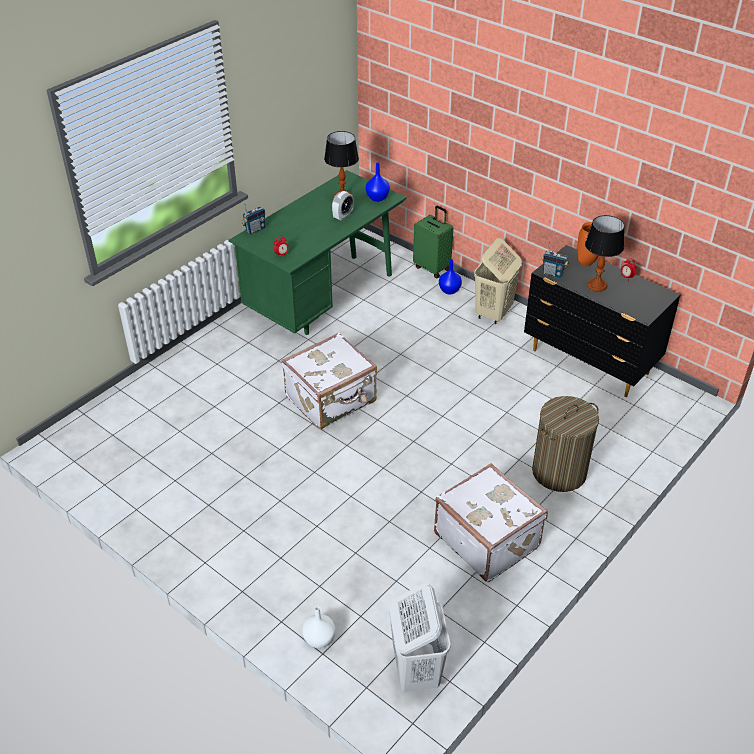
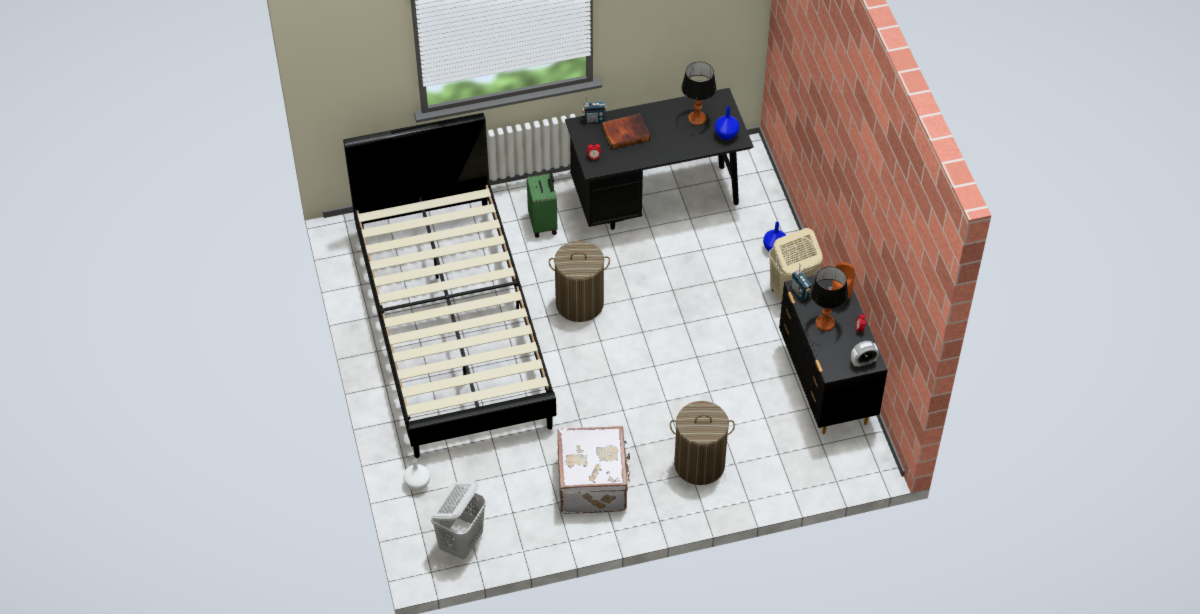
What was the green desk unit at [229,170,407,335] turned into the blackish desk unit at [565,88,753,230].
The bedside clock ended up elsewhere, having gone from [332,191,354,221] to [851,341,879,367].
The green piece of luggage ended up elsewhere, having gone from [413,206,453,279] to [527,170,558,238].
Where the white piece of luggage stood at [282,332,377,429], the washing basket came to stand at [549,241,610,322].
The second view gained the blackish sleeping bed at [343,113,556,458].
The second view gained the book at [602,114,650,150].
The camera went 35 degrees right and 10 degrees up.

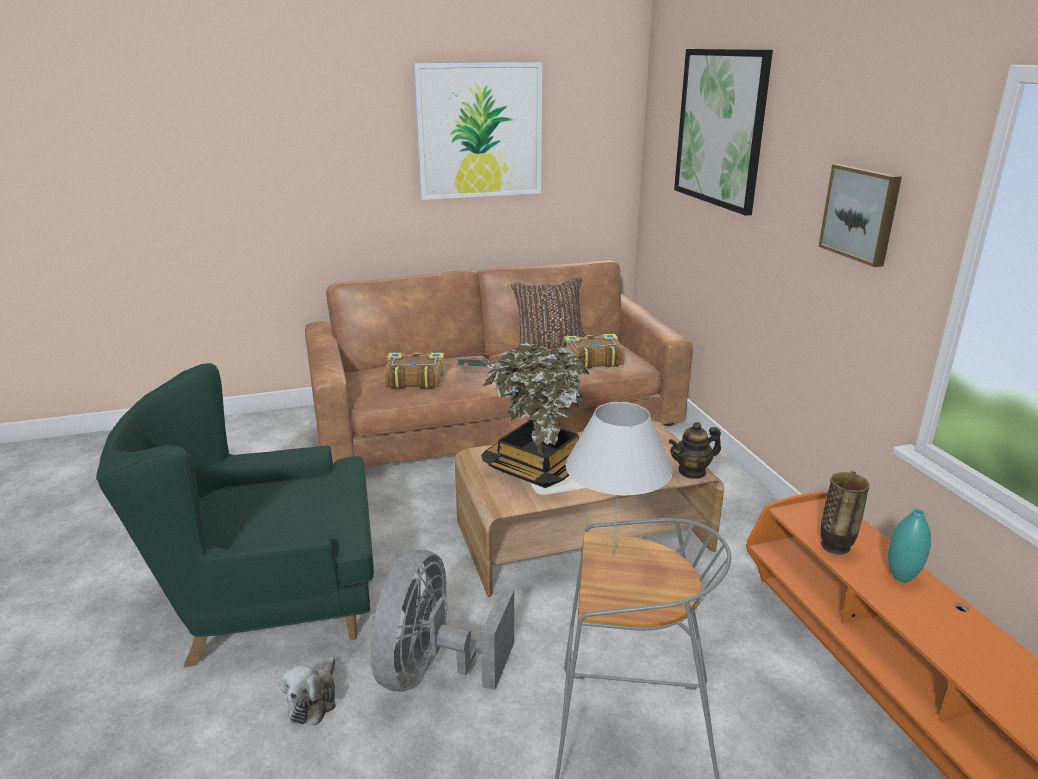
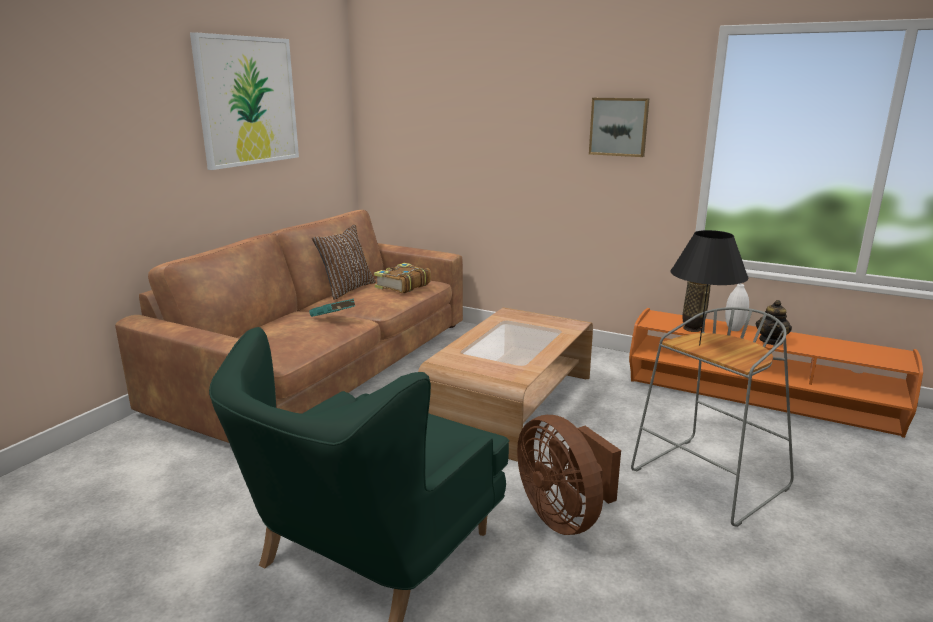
The second view lost the picture at [674,49,773,216].
The second view lost the plant in a pot at [481,342,590,488].
The second view lost the book at [384,352,445,388].
What was the white tabletop lamp at [565,402,673,558] turned into the blackish tabletop lamp at [671,230,748,346].
The teapot ended up elsewhere, having gone from [669,422,721,479] to [756,300,792,345].
What was the turquoise decorative vase at [888,509,931,582] turned into the white decorative vase at [725,284,749,331].
What was the greyish fan at [370,550,514,692] turned into the brown-coloured fan at [517,415,621,535].
The second view lost the cuddly toy at [281,656,336,725].
The camera went 45 degrees left and 5 degrees down.

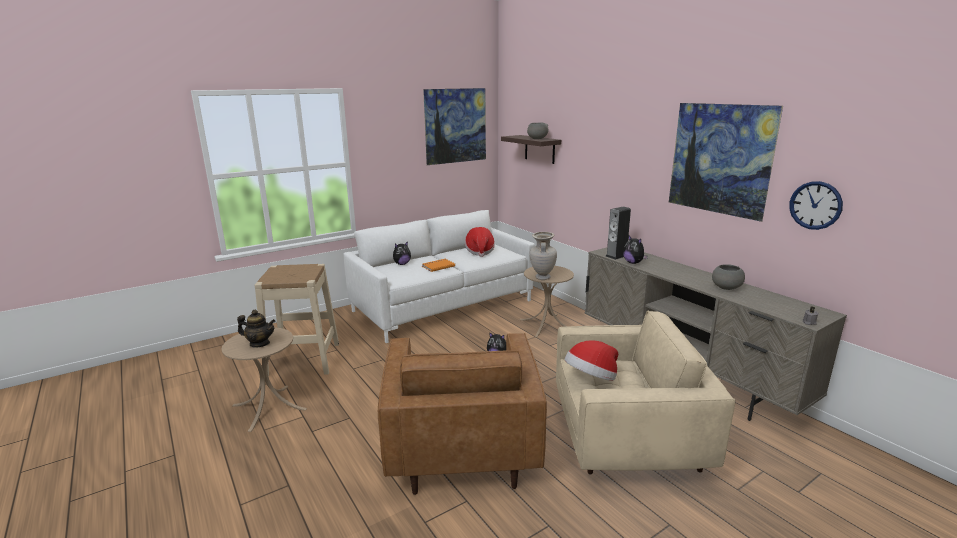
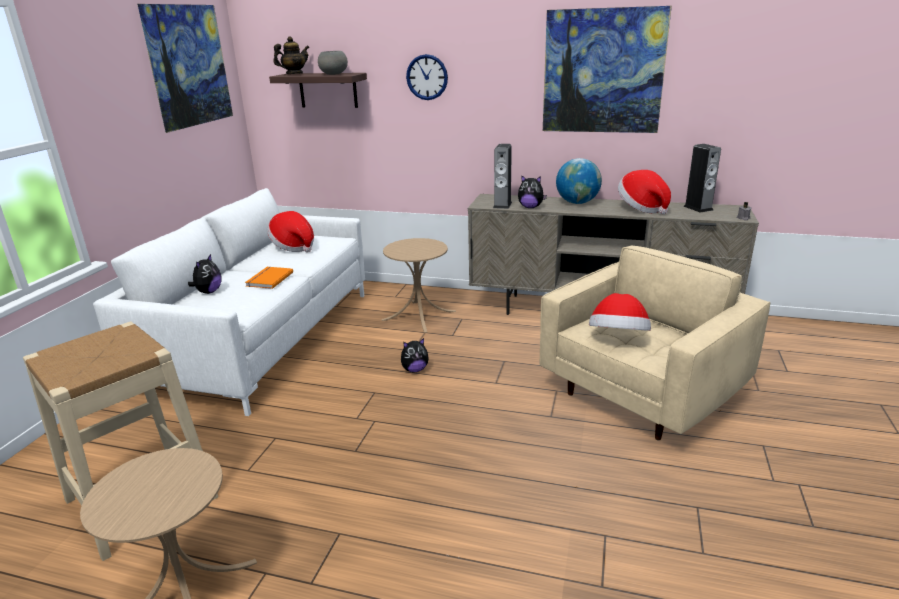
The clock on the wall ended up elsewhere, having gone from [789,181,843,230] to [406,54,448,100].
The second view lost the sand-coloured decorative vase at [529,232,557,280].
Where the greyish bowl stood at [712,264,745,290], the clothing hat came to stand at [618,170,671,214].
The teapot ended up elsewhere, having gone from [237,310,275,348] to [273,36,309,74].
The second view lost the brown-coloured easy chair at [378,333,547,495].
The second view gained the audio speaker at [684,144,721,213].
The second view gained the world globe at [556,158,602,204].
The camera went 40 degrees left and 5 degrees up.

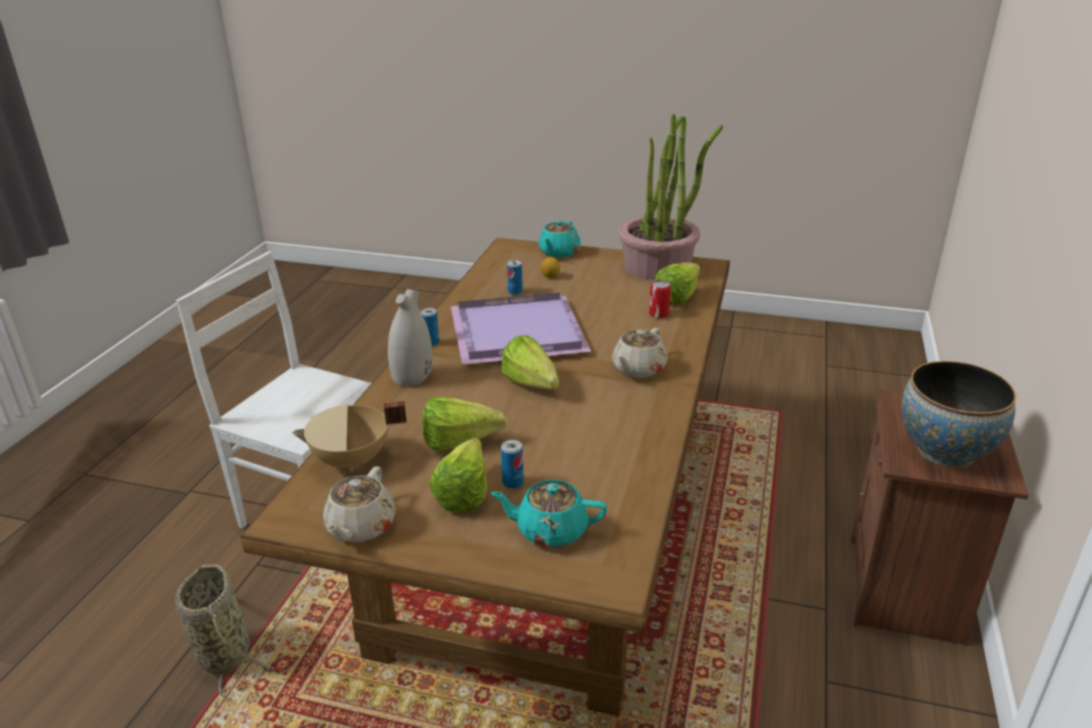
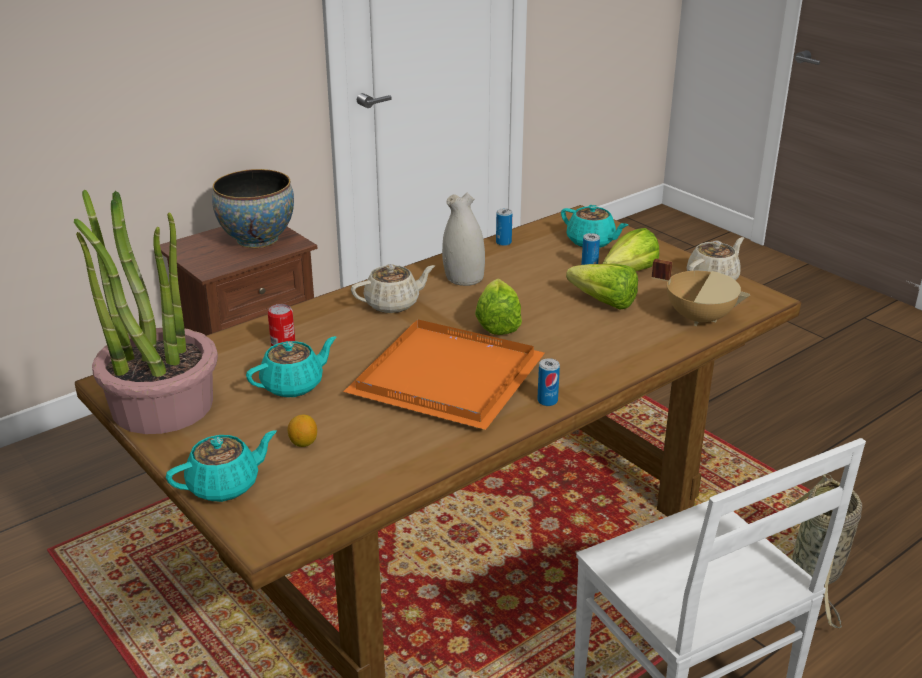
The metal can ended up elsewhere, having gone from [507,260,523,295] to [496,208,512,246].
The second view lost the lettuce at [655,263,701,305].
The white decorative vase ended up elsewhere, having gone from [388,289,432,387] to [442,193,485,286].
What was the purplish carrying tray at [451,293,591,365] turned into the orange carrying tray at [343,320,545,430].
The second view gained the turquoise teapot at [246,336,336,397].
The camera went 145 degrees left and 0 degrees up.

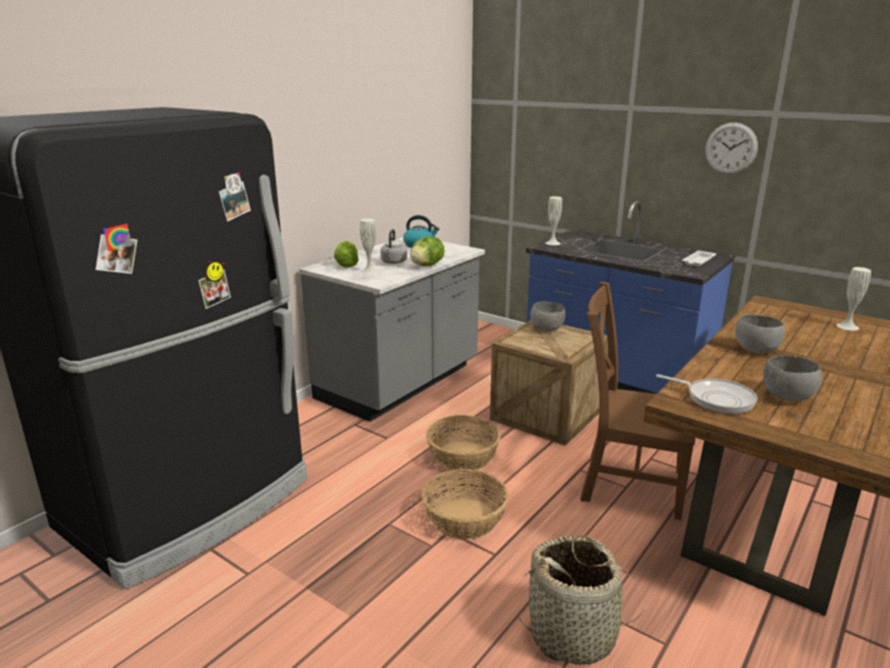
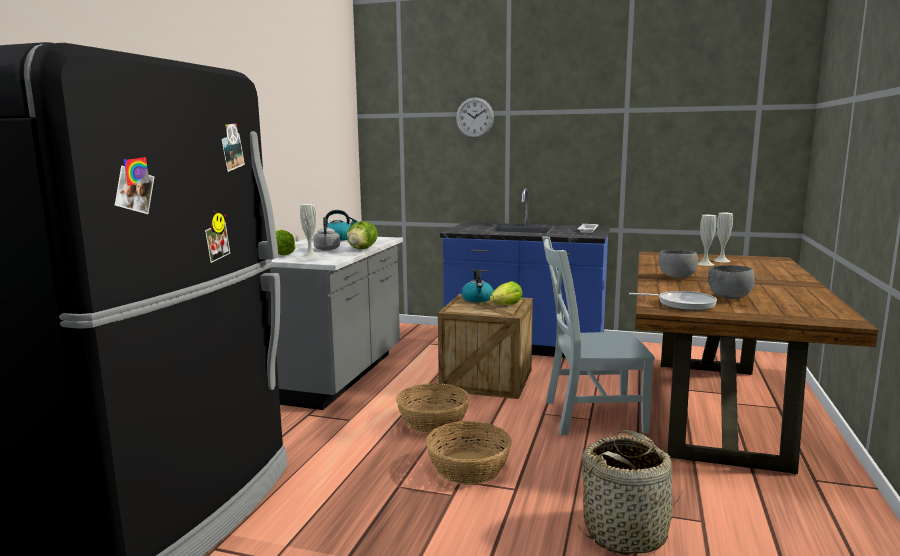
The clock on the wall ended up elsewhere, having gone from [705,122,758,174] to [456,97,494,138].
The white decorative vase ended up elsewhere, having gone from [545,196,562,245] to [698,215,717,266].
What was the brown-coloured plain chair at [580,282,695,520] turned into the greyish plain chair at [542,237,655,436].
Where the greyish bowl stood at [530,302,565,332], the tea kettle came to stand at [461,269,493,302].
The second view gained the lettuce at [490,281,523,305].
The camera went 20 degrees left and 10 degrees down.

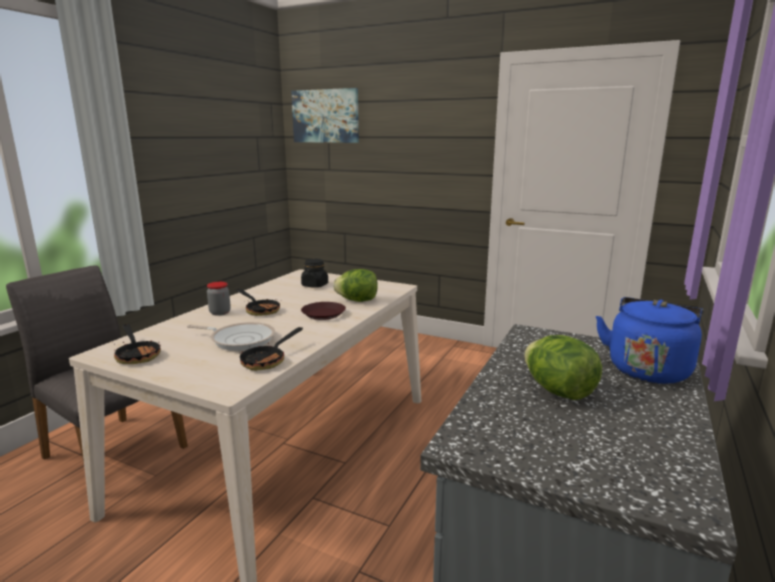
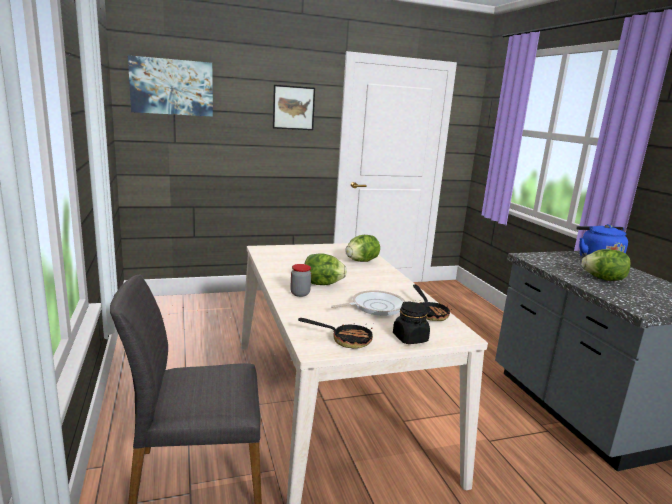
The blackish preserve jar ended up elsewhere, having gone from [301,259,328,288] to [393,301,430,344].
Where the skillet stood at [236,289,280,316], the lettuce came to stand at [305,253,347,285].
The second view lost the brown-coloured plate at [301,302,346,320].
The second view gained the picture at [273,85,315,130].
The camera went 45 degrees left and 0 degrees up.

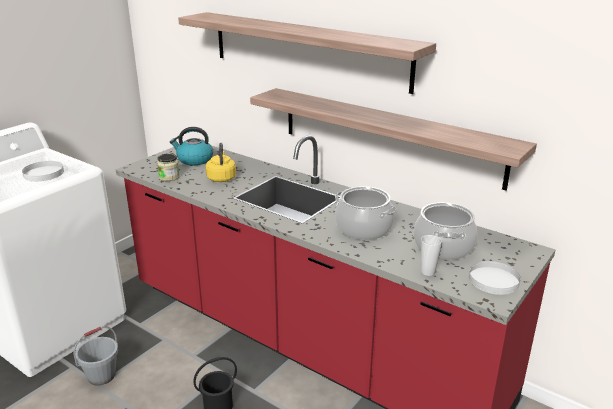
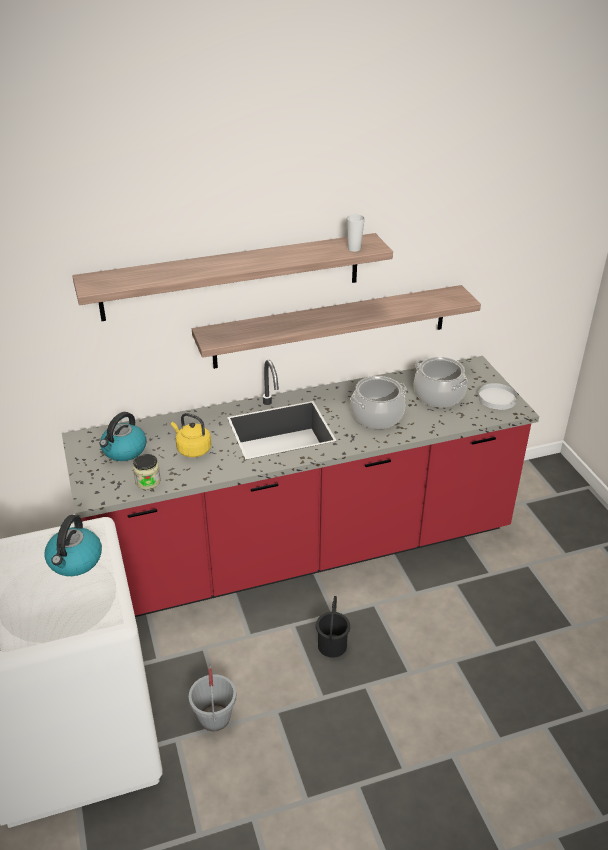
Where the white plate stood at [22,161,64,181], the tea kettle came to stand at [44,515,102,576].
The drinking cup ended up elsewhere, having gone from [421,235,442,276] to [346,214,365,252].
The camera went 55 degrees left and 10 degrees up.

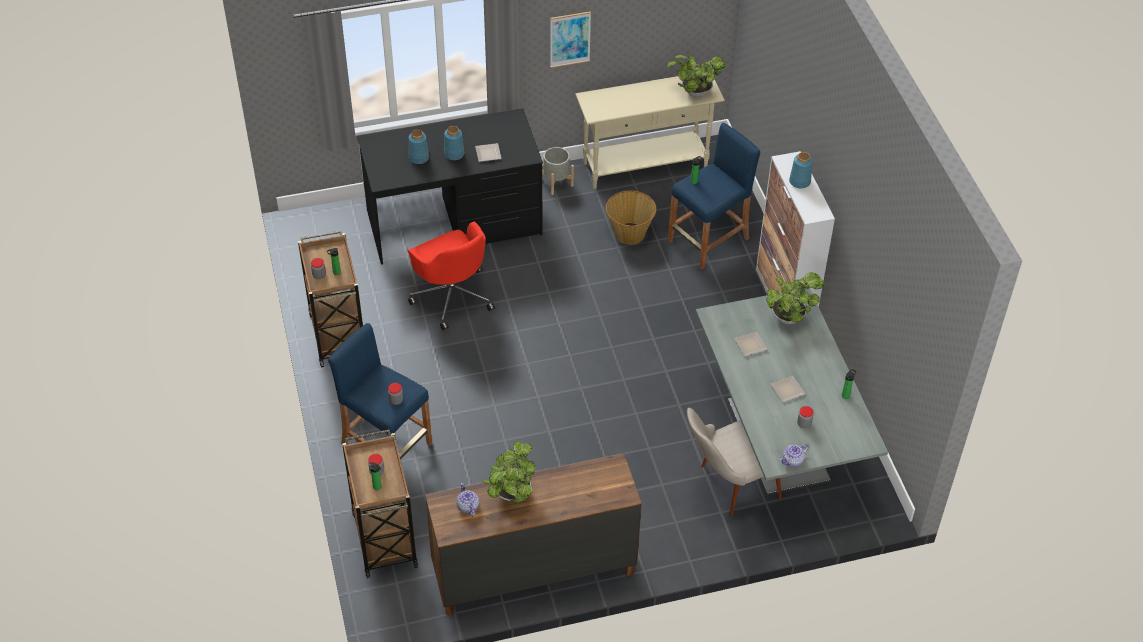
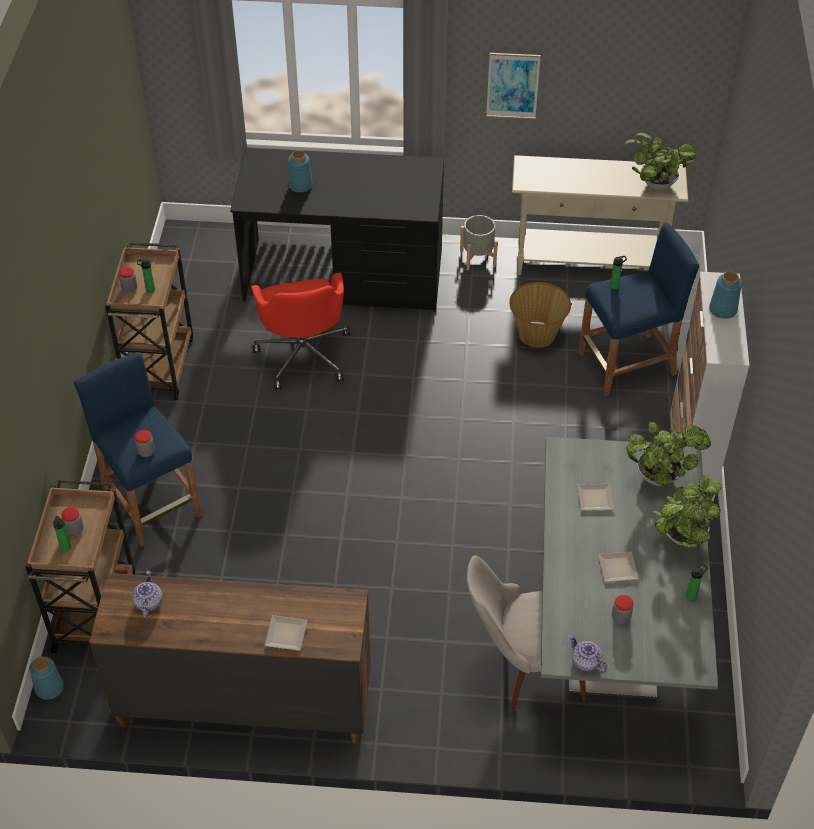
The bluish decorative vase ended up elsewhere, having gone from [444,126,464,160] to [29,656,64,700].
The plate ended up elsewhere, having gone from [475,143,502,162] to [265,615,307,651].
The plant in a pot ended up elsewhere, having gone from [483,441,536,503] to [652,475,722,548].
The teapot at [780,443,809,467] ended up facing another way, 60 degrees clockwise from before.
The camera went 20 degrees right and 0 degrees up.

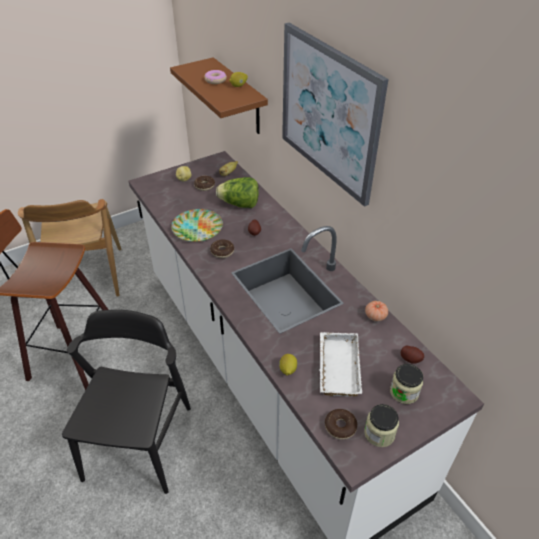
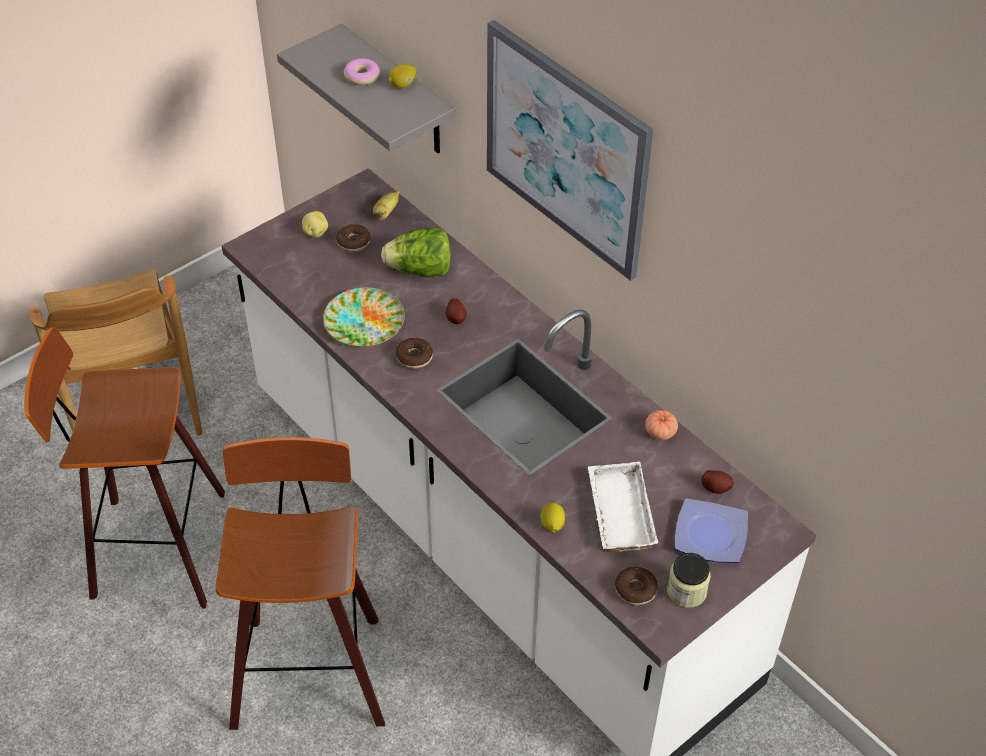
What was the brown-coloured shelf at [170,57,268,134] turned into the greyish shelf at [277,24,456,153].
Where the blackish plain chair stood at [62,310,191,494], the sitting stool came to stand at [216,437,385,730].
Where the preserve jar stood at [390,364,423,404], the plate came to stand at [675,498,748,563].
The camera went 10 degrees left and 5 degrees up.

